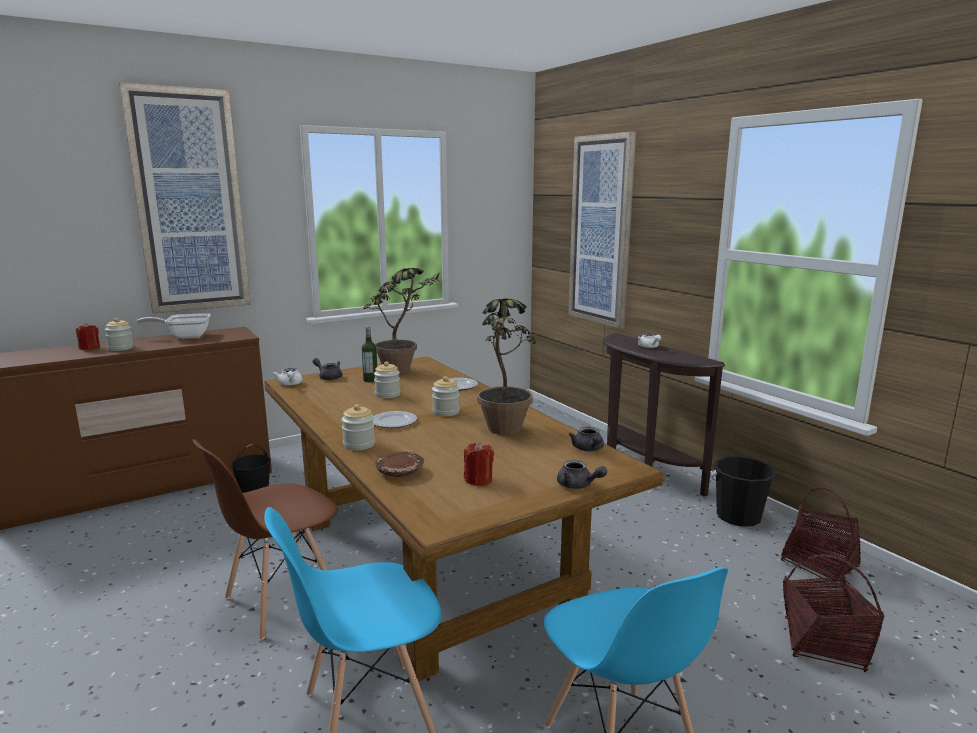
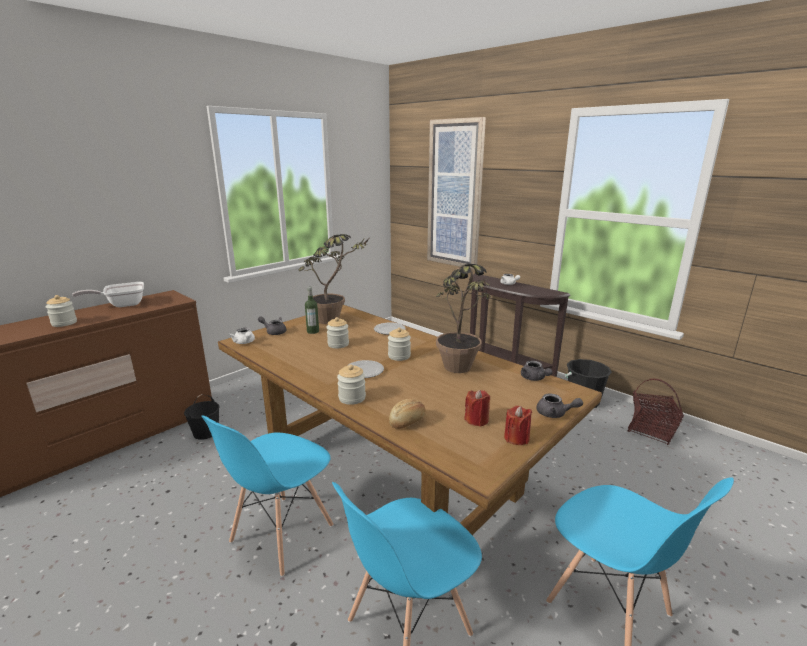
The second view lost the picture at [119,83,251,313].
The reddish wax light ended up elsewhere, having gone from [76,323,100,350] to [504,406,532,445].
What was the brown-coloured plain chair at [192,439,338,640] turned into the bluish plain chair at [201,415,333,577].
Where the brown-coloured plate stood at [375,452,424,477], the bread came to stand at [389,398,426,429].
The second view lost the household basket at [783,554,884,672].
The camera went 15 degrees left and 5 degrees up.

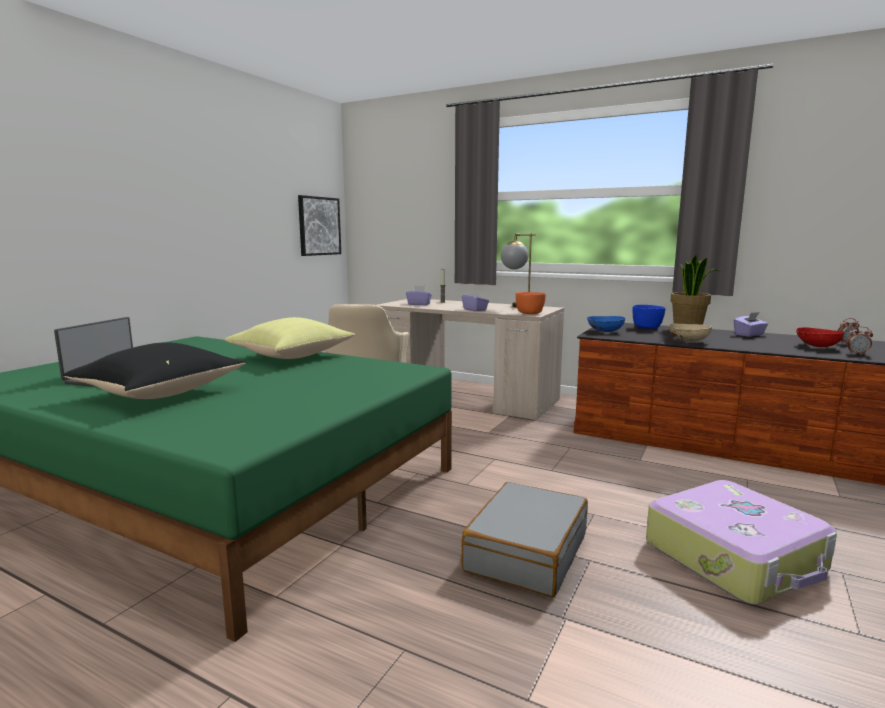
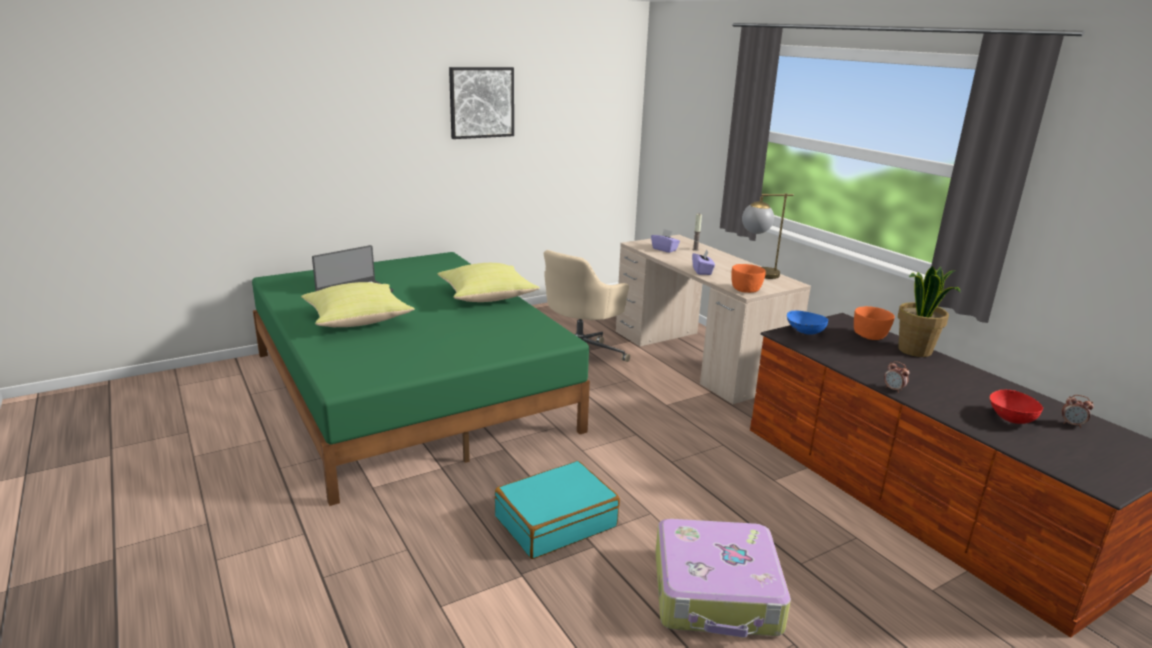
The picture ended up elsewhere, having gone from [298,195,341,256] to [449,67,514,139].
What was the bluish bowl at [633,305,665,329] turned into the orange bowl at [854,306,895,340].
The second view lost the purplish tissue holder at [734,312,768,337].
The second view lost the sand-coloured bowl at [669,324,712,342].
The bedside clock ended up elsewhere, having gone from [846,326,873,355] to [884,361,909,393].
What was the blackish throw pillow at [63,342,246,399] turned into the yellowish throw pillow at [301,282,415,327].
What was the greyish piece of luggage at [462,482,588,597] turned into the turquoise piece of luggage at [495,461,620,559].
The camera went 30 degrees right and 10 degrees up.

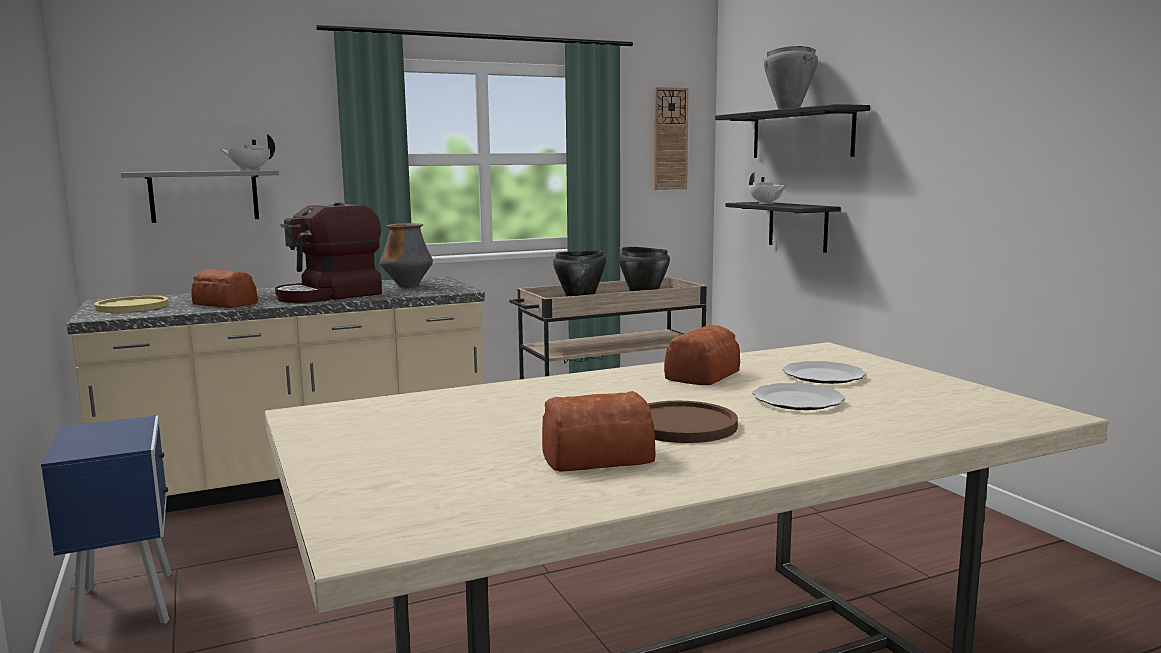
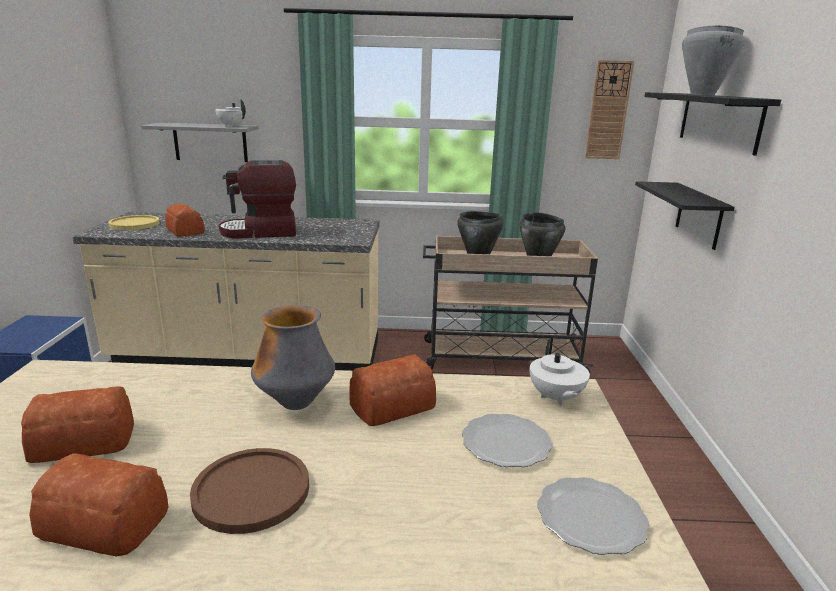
The white teapot ended up elsewhere, having gone from [749,172,786,204] to [530,338,590,406].
The decorative vase ended up elsewhere, having gone from [380,223,433,288] to [251,305,335,410].
The plate ended up elsewhere, having gone from [752,383,845,410] to [537,477,649,555].
The second view gained the bread at [21,386,134,463].
The camera went 25 degrees right and 10 degrees up.

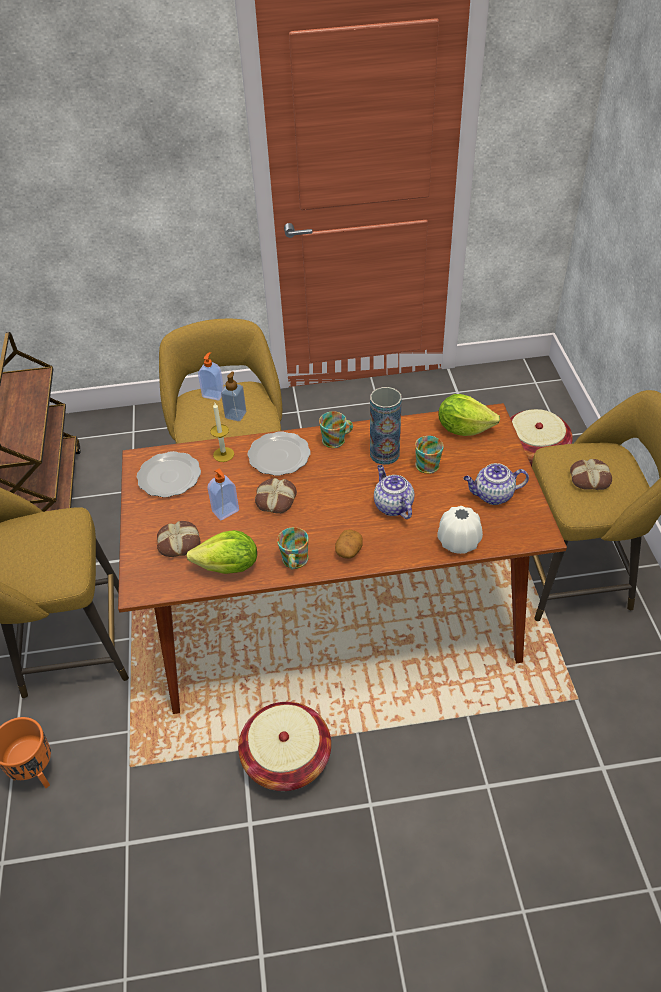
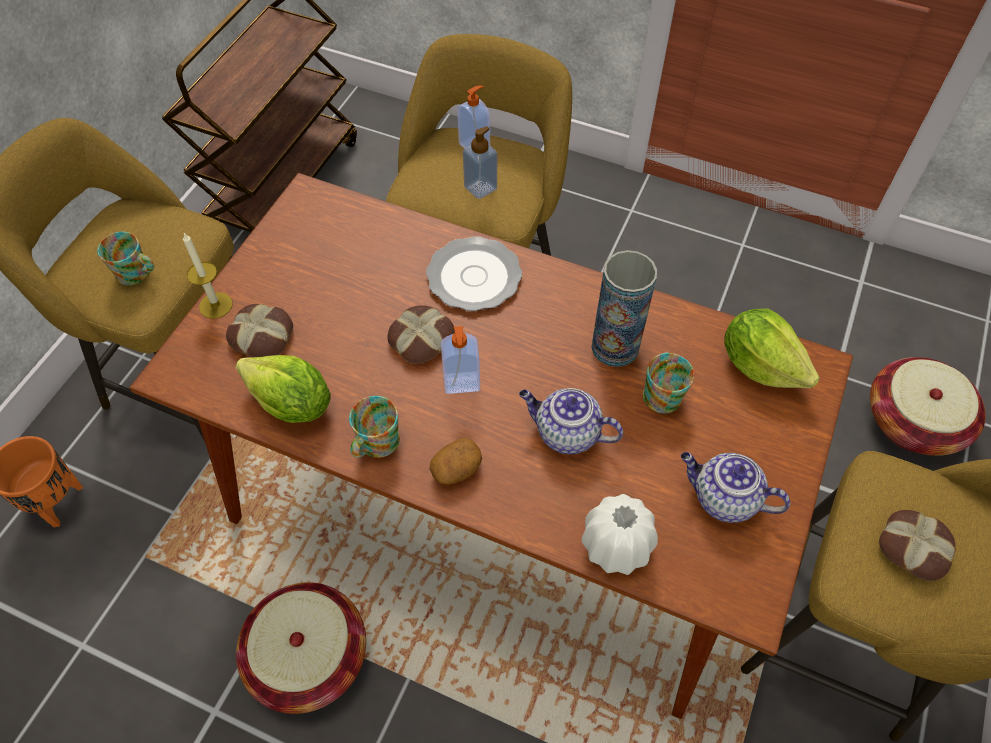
The wax light ended up elsewhere, having gone from [210,403,234,462] to [183,233,233,319].
The coffee mug ended up elsewhere, having gone from [319,411,353,448] to [97,232,154,285].
The second view lost the plate at [137,451,201,498].
The teapot at [374,465,415,519] ended up facing another way, 75 degrees counterclockwise from before.
The soap dispenser ended up elsewhere, having gone from [208,469,239,521] to [441,326,480,394].
The camera went 30 degrees right and 10 degrees up.

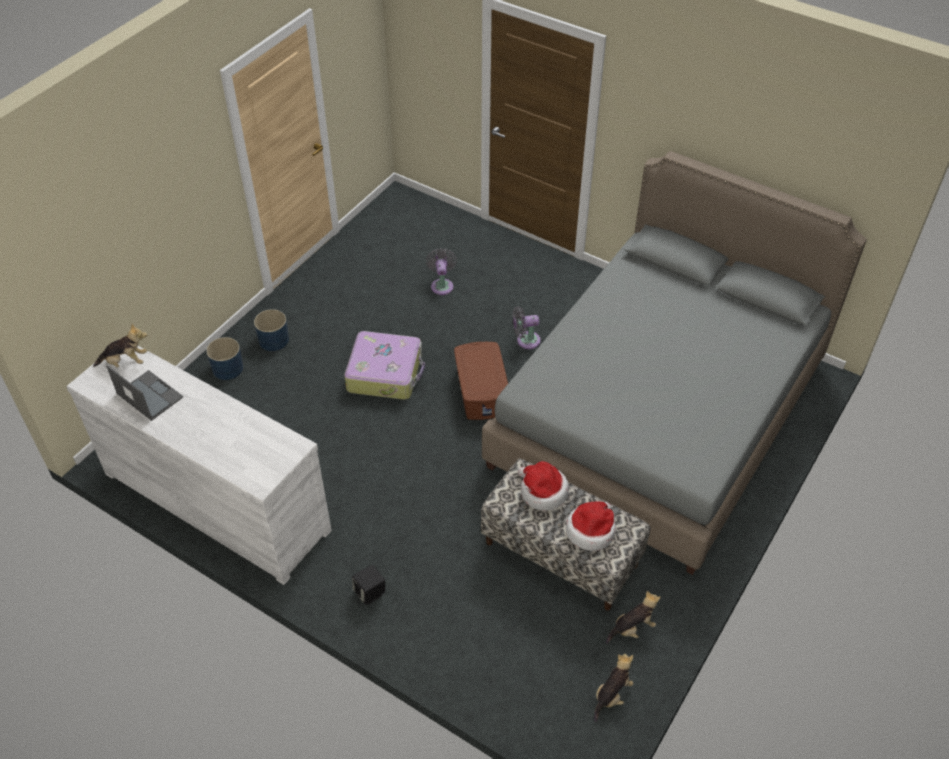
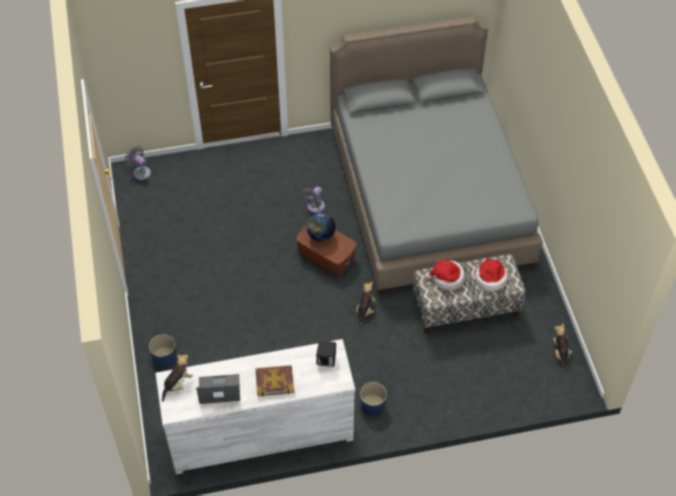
The greyish fan ended up elsewhere, having gone from [426,248,457,295] to [125,146,151,180].
The bluish flower pot ended up elsewhere, having gone from [254,309,289,351] to [360,382,387,417].
The second view lost the piece of luggage at [344,331,425,400].
The blackish audio speaker ended up elsewhere, having gone from [352,565,385,605] to [316,341,336,367].
The cuddly toy ended up elsewhere, having gone from [606,591,660,644] to [356,282,376,327].
The second view gained the world globe at [306,212,336,241].
The second view gained the book at [255,365,294,396].
The camera went 45 degrees left and 5 degrees up.

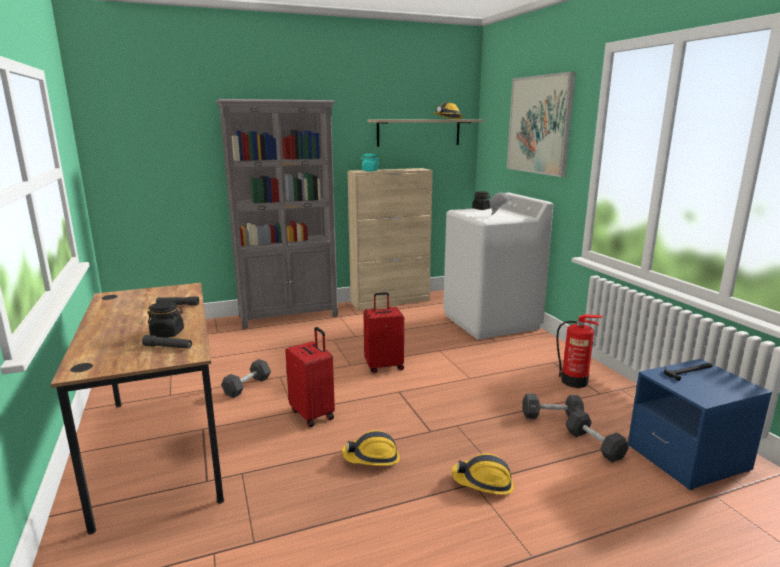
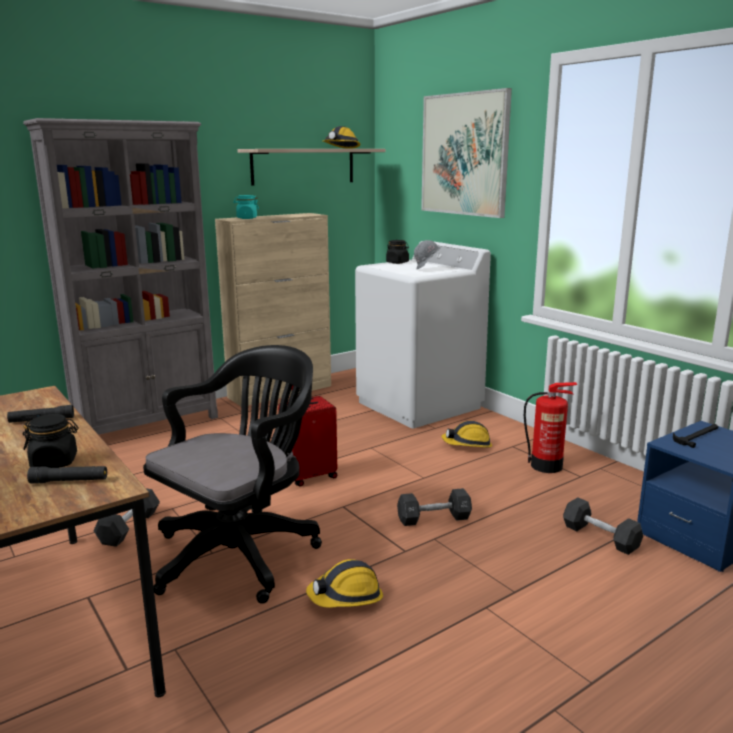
Where the reddish piece of luggage stood at [285,327,335,427], the blackish computer chair came to stand at [143,345,322,604].
The blackish dumbbell ended up elsewhere, having gone from [522,393,584,419] to [397,488,472,526].
The work helmet ended up elsewhere, having gone from [452,453,514,495] to [441,421,492,448].
The camera went 15 degrees left and 0 degrees up.

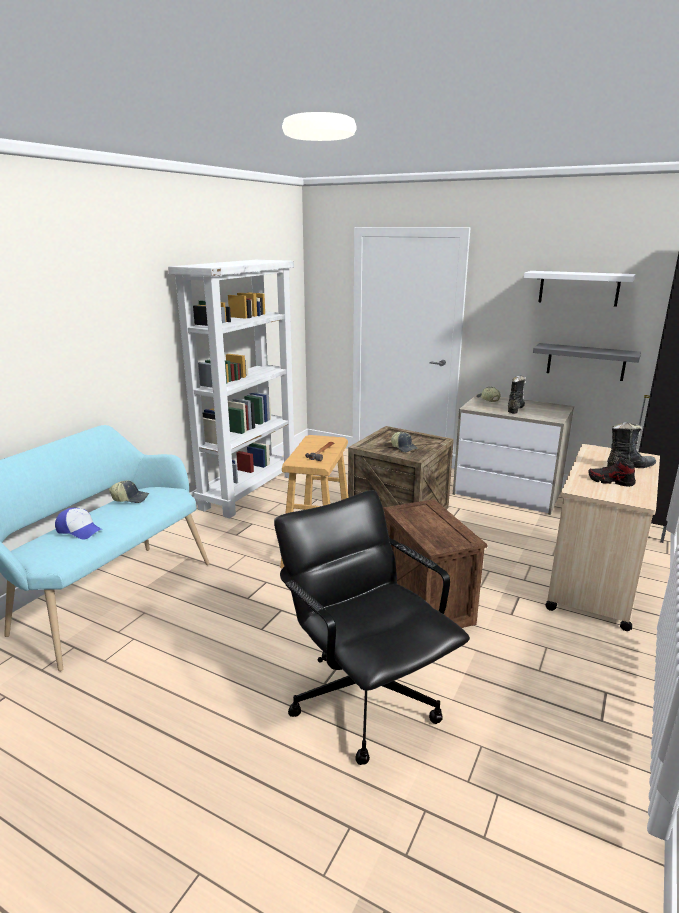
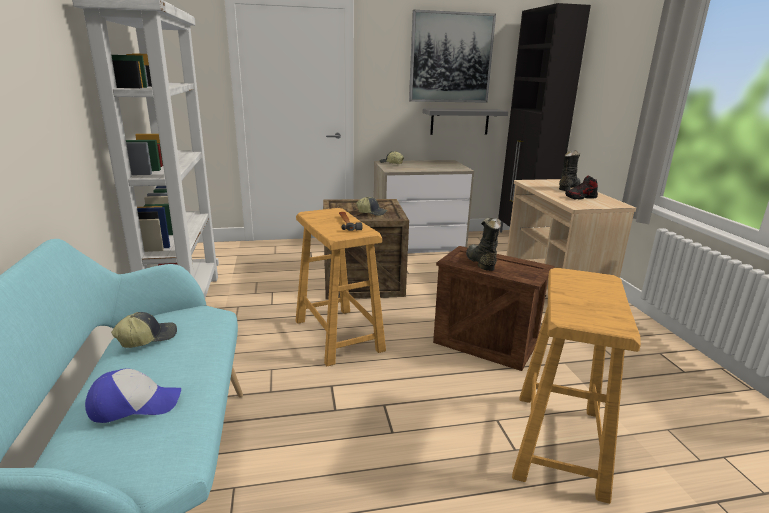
Where the white shelf hung at [524,271,636,307], the picture came to hang at [409,10,496,103].
The blackish tall boot ended up elsewhere, having gone from [508,375,525,414] to [466,218,501,271].
Where the blackish computer chair stood at [274,490,470,765], the sand-coloured sitting stool came to stand at [512,268,641,504].
The camera went 40 degrees left and 0 degrees up.

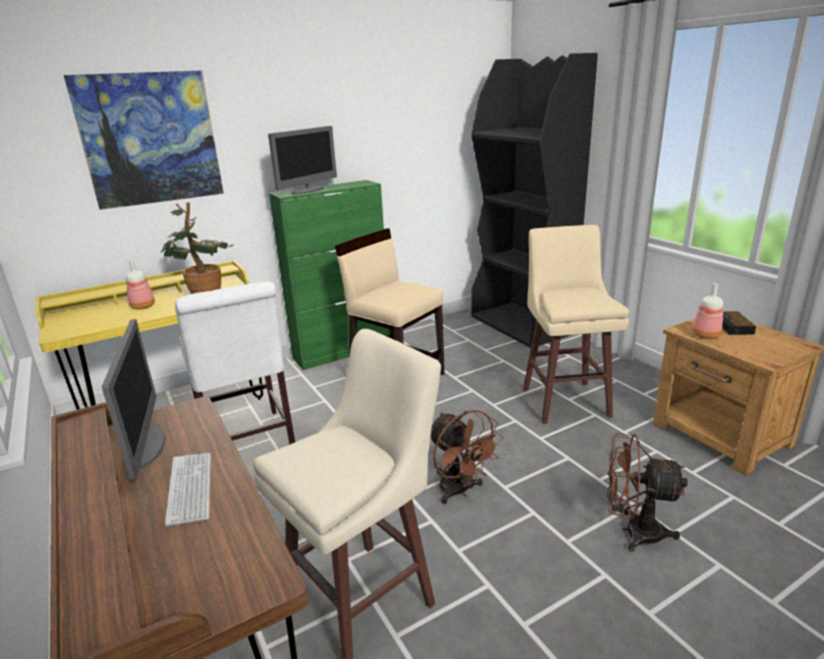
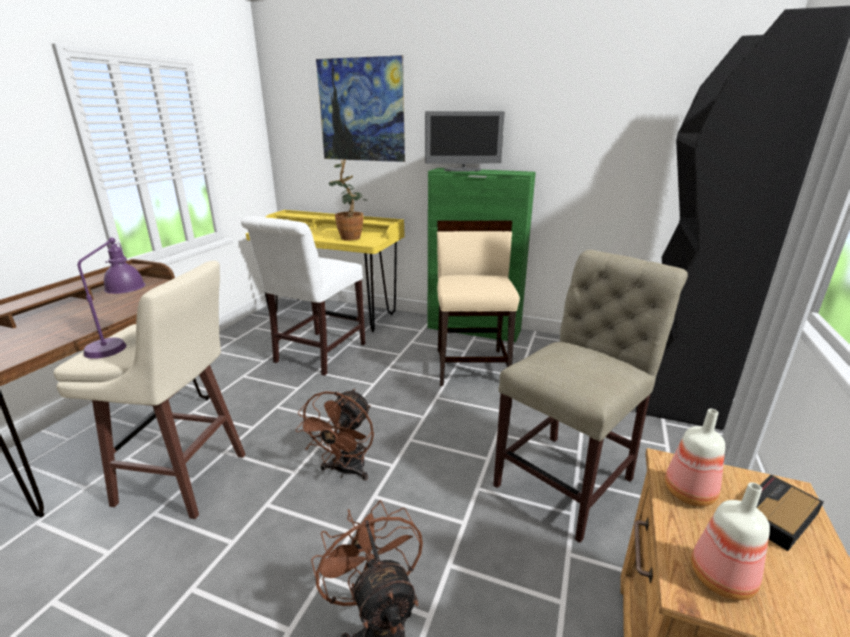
Where the sand-coloured sitting stool stood at [523,225,629,424], the sand-coloured plain chair came to stand at [493,250,688,543].
The bottle ended up elsewhere, having gone from [126,259,155,309] to [691,482,770,600].
The second view lost the monitor at [102,319,165,480].
The second view lost the PC keyboard at [165,453,211,527].
The second view gained the purplish tabletop lamp at [78,238,145,359].
The camera went 50 degrees right and 0 degrees up.

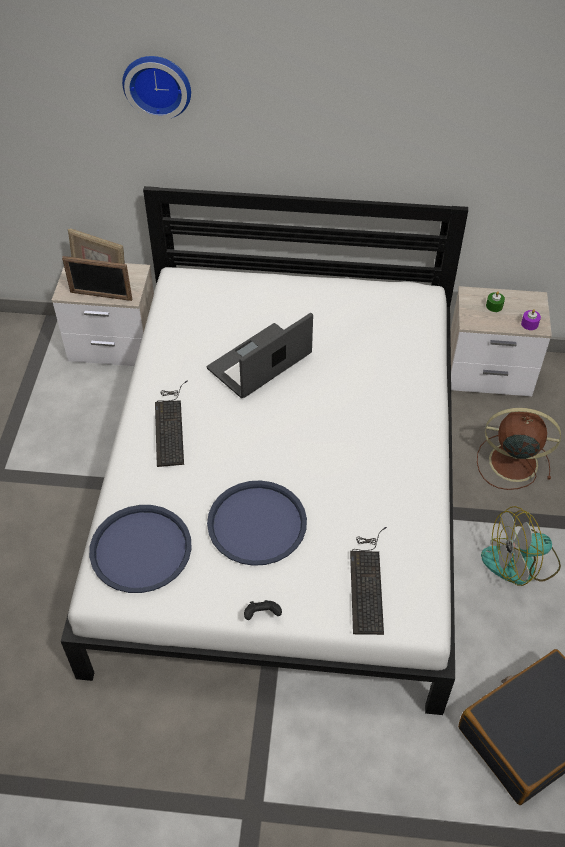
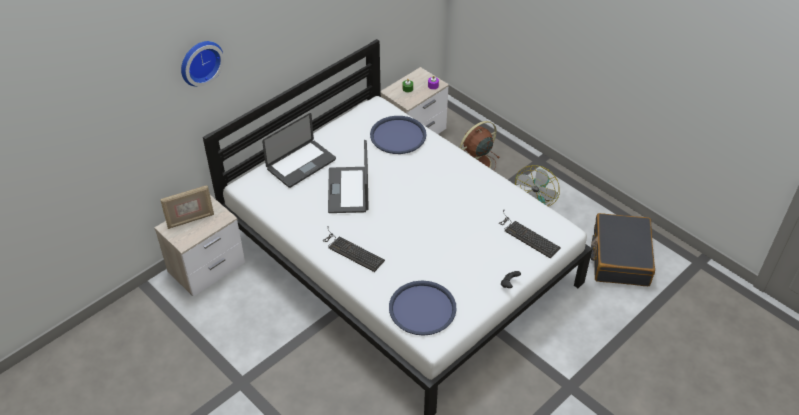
The second view lost the photo frame at [62,256,132,301].
The bluish carrying tray ended up elsewhere, having gone from [207,480,307,566] to [370,116,427,154].
The second view gained the laptop at [262,113,336,188].
The camera went 50 degrees left and 5 degrees down.

